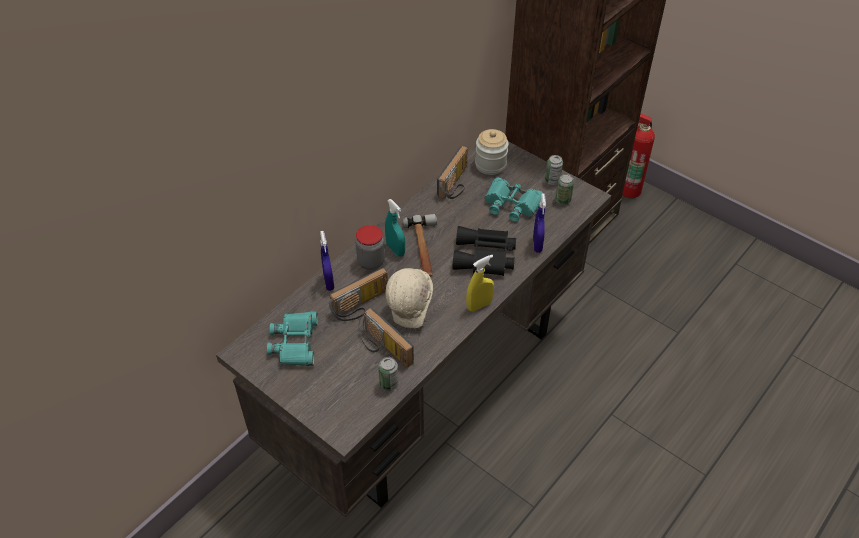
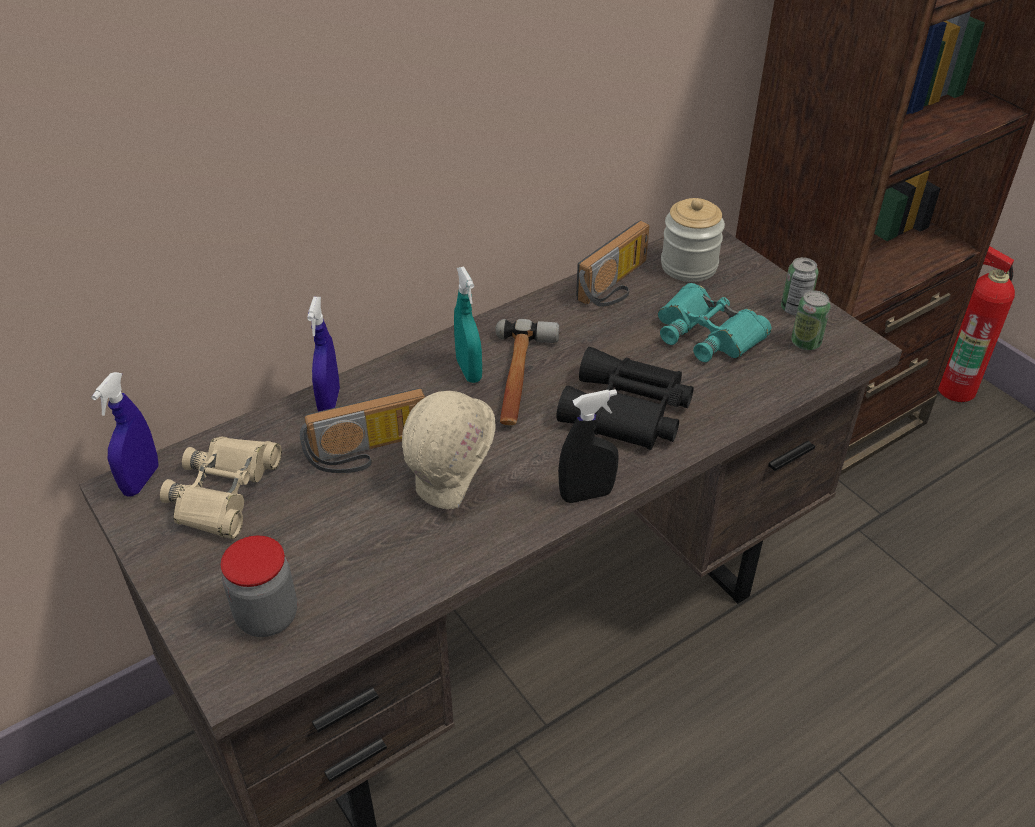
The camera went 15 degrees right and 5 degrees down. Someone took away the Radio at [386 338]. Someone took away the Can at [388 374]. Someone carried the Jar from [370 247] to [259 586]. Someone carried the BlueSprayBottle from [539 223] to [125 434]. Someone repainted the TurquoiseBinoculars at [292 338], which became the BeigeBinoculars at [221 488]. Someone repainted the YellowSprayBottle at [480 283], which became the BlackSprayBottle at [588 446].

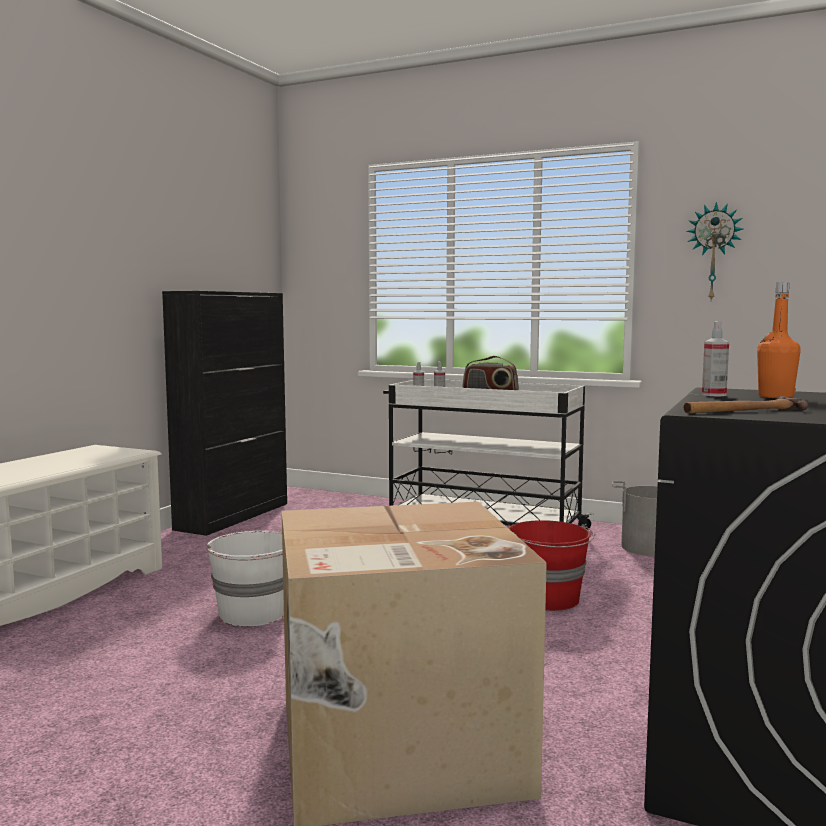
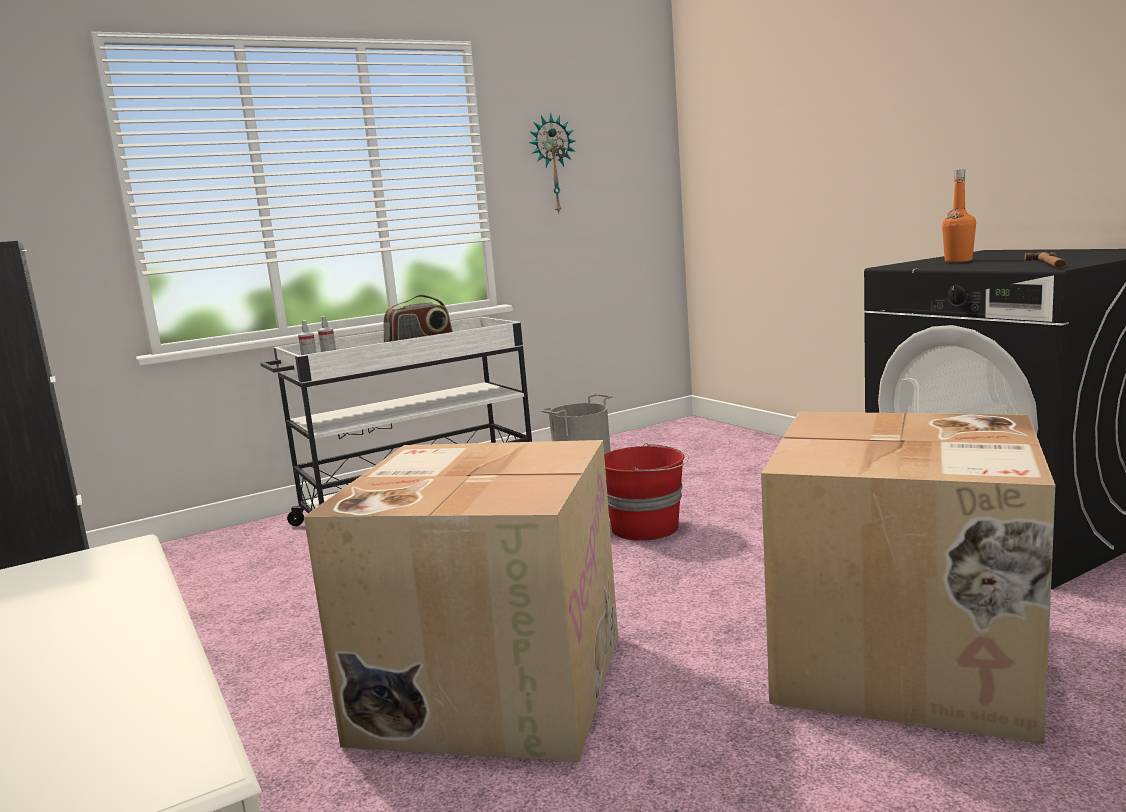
The camera went 55 degrees left and 5 degrees up. Someone took away the SprayBottle at [715 358]. Someone swapped the WhiteBucket at [245 579] for the CardboardBox at [461 601].

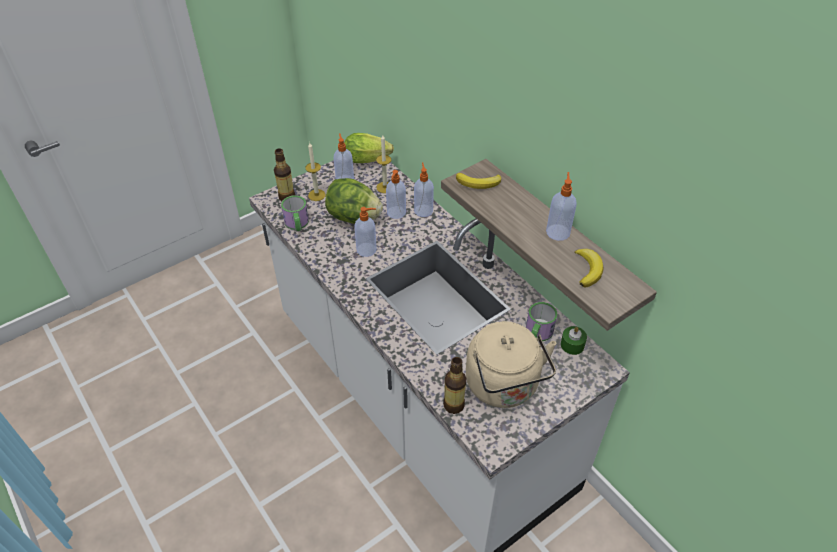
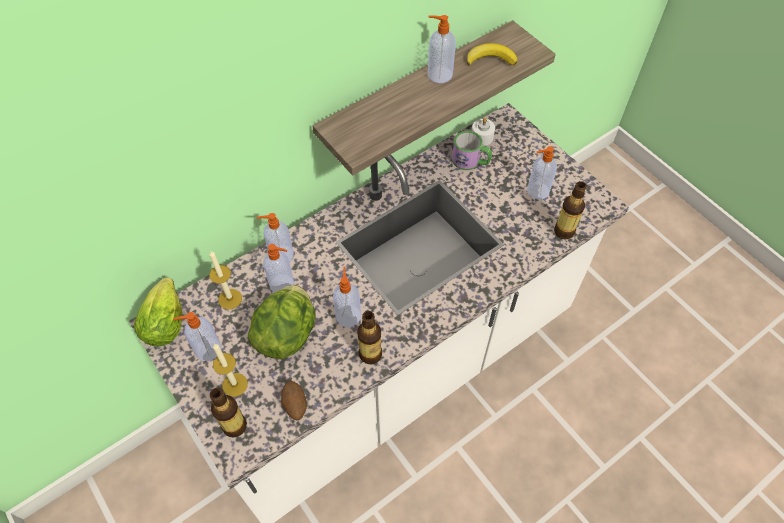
The camera went 90 degrees left and 10 degrees up. Someone took away the Banana at [478 181]. Someone put down the Bottle at [369 337]. Someone swapped the Mug at [295 213] for the Potato at [294 400]. Someone swapped the BeigeKettle at [511 364] for the SoapDispenser at [542 173]. Someone repainted the GreenCandle at [574 340], which became the WhiteCandle at [483 132].

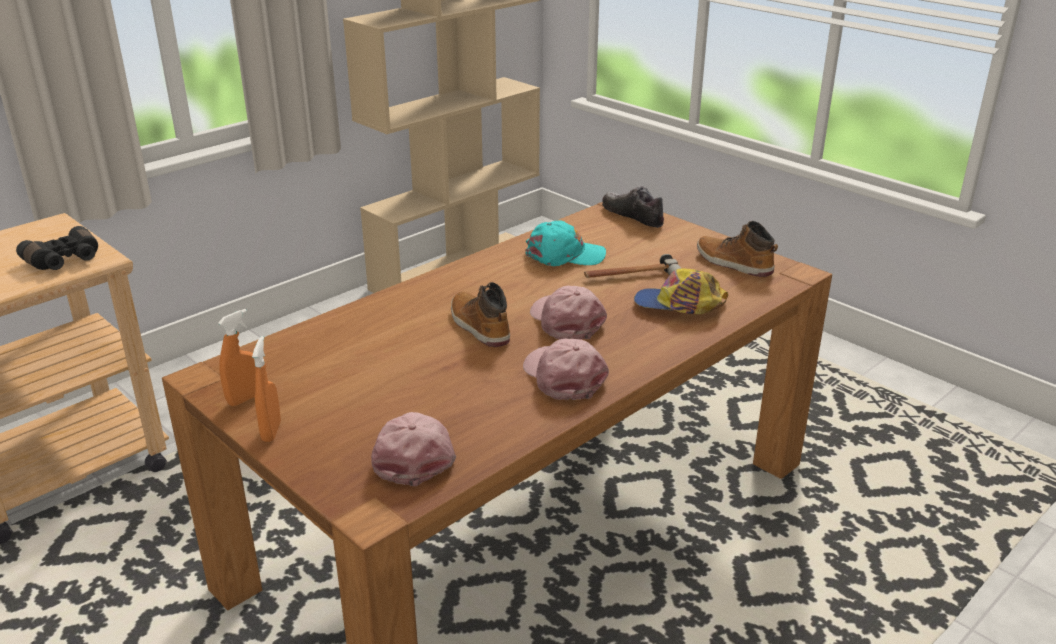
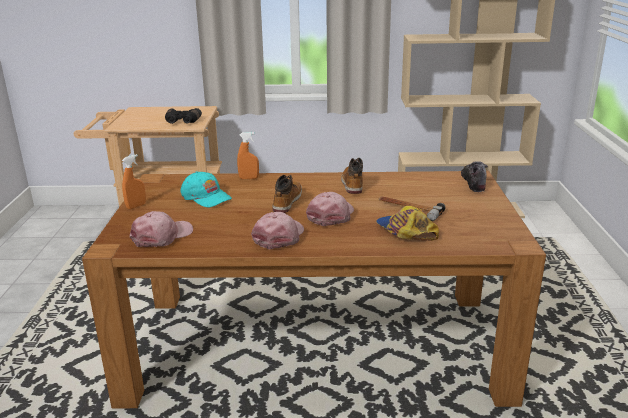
The camera went 45 degrees right and 5 degrees down. Someone carried the OrangeSprayBottle from [236 357] to [248 155]. Someone carried the TurquoiseCap from [566 243] to [206 189]. Someone carried the Boot from [737 249] to [352 176].

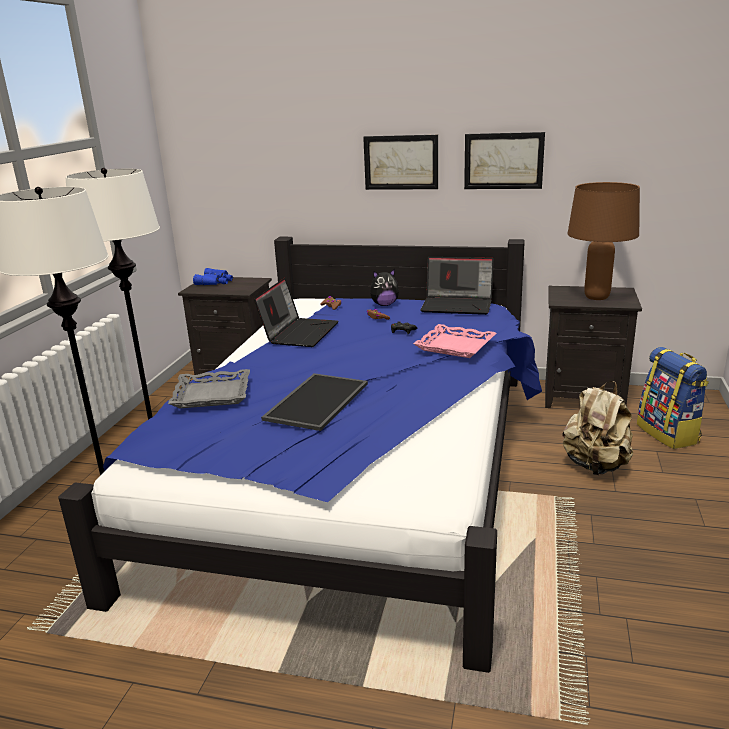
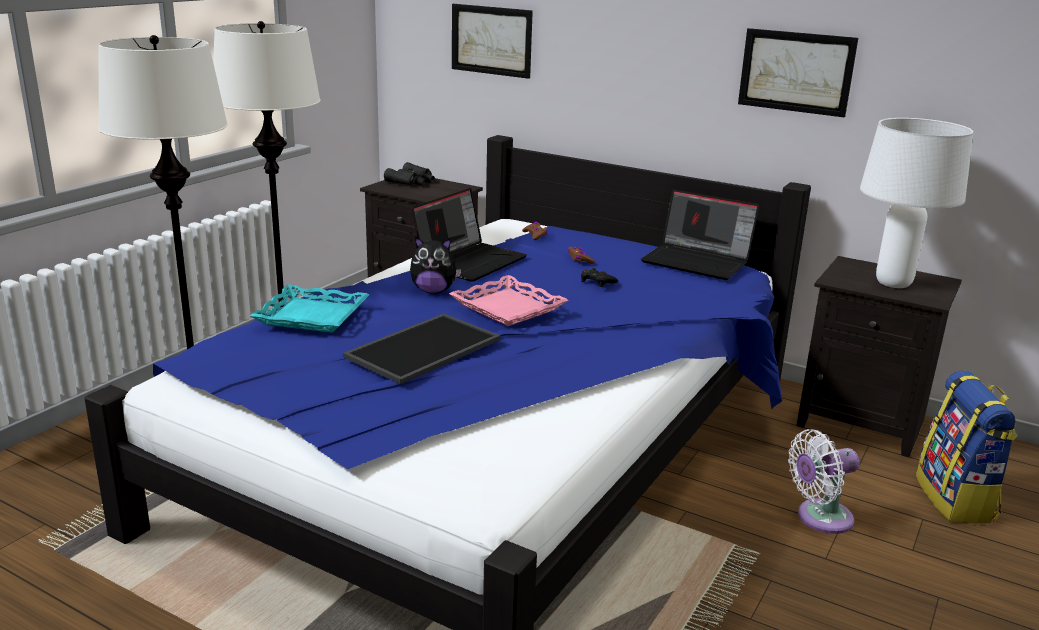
The camera went 15 degrees right and 0 degrees up. Someone carried the Picture from [400 162] to [492 41]. Someone carried the PlushToy from [384 287] to [436 265]. Someone carried the PinkTray from [454 341] to [509 300]. Someone swapped the BeigeBackpack at [598 428] for the WhiteFan at [824 481]. Someone repainted the GreyTray at [209 388], which became the TurquoiseTray at [310 309]. Someone repainted the BlueBinoculars at [213 276], which became the BlackBinoculars at [409 174]. Someone repainted the BrownTableLamp at [604 241], which became the WhiteTableLamp at [916 203].

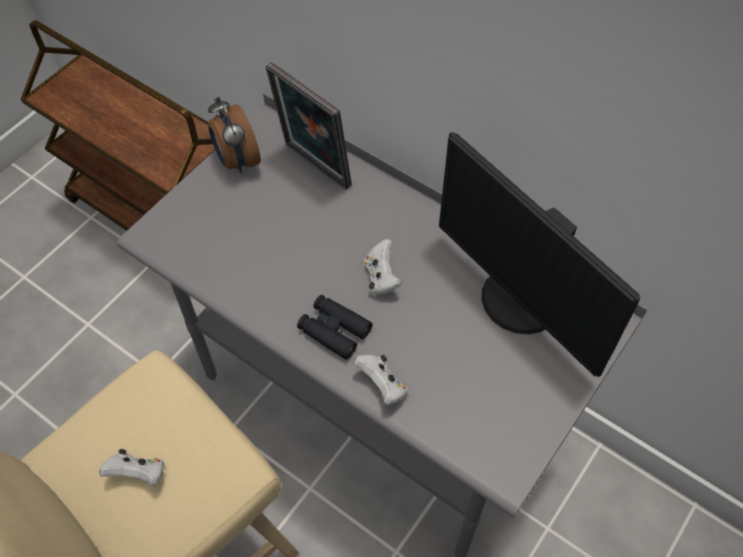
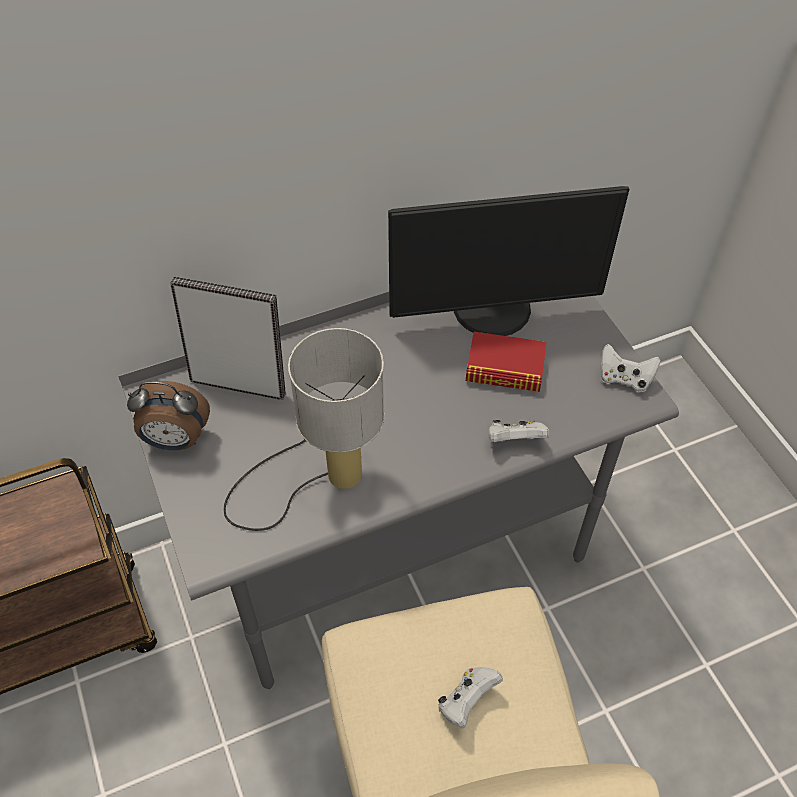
The camera went 60 degrees left and 5 degrees down. Someone took away the BlackBinoculars at [334 327]. Someone put down the TableLamp at [304 429]. Someone put down the Book at [506 362]. Someone carried the WhiteGameController from [383 267] to [630 368]. Someone rotated the PictureFrame at [309 126] by 150 degrees counterclockwise.

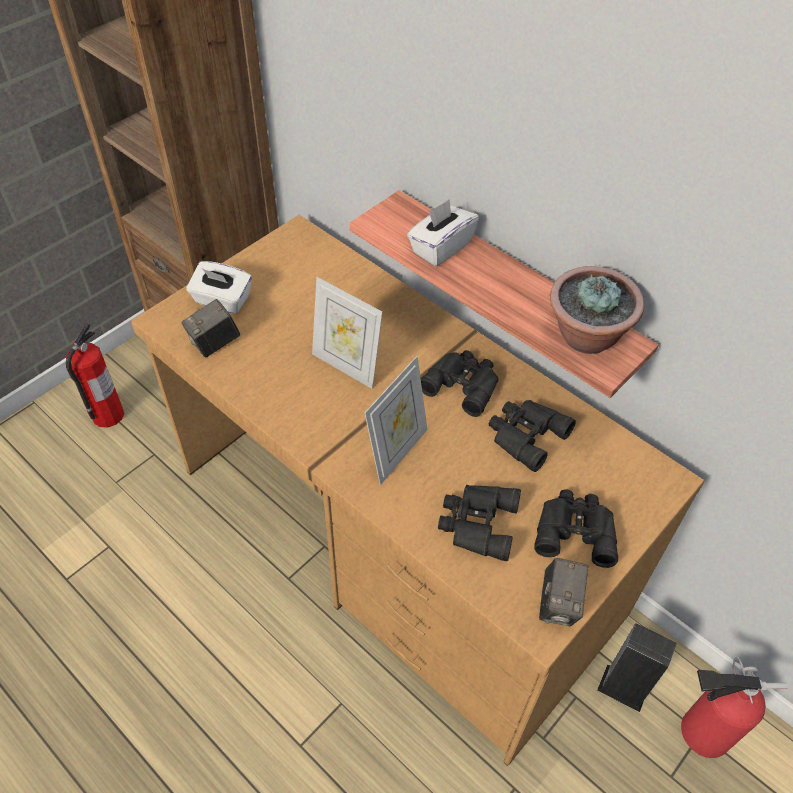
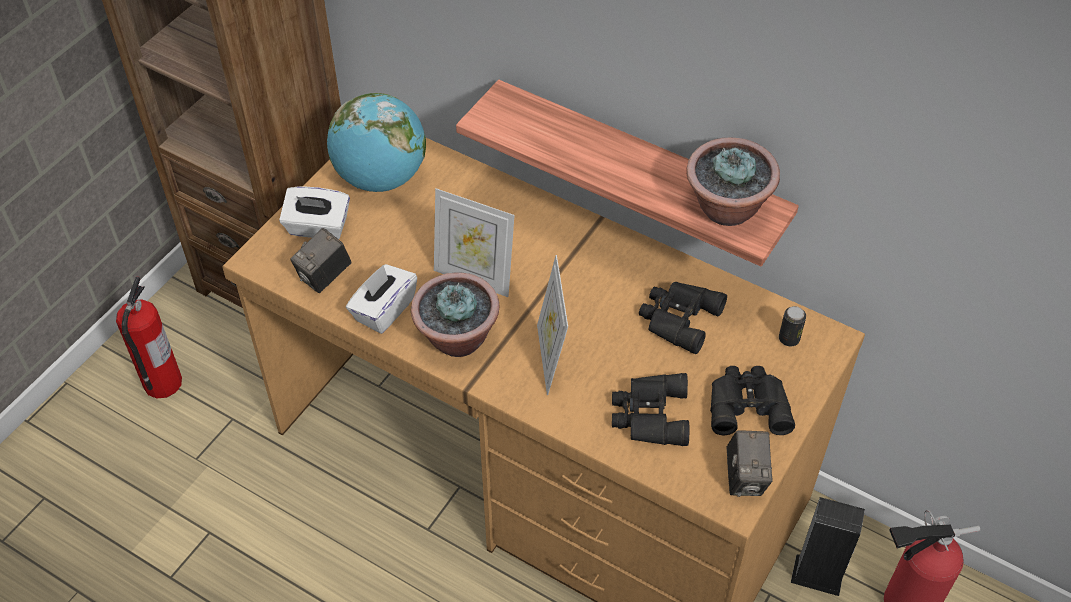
The camera went 10 degrees left and 0 degrees up. Someone took away the BlackBinoculars at [459 383]. Someone put down the Globe at [376 142]. Someone put down the PottedPlant at [455 314]. Someone put down the Can at [792 326]. Someone carried the WhiteTissueBox from [443 233] to [381 299]. Someone rotated the PictureFrame at [396 420] by 150 degrees clockwise.

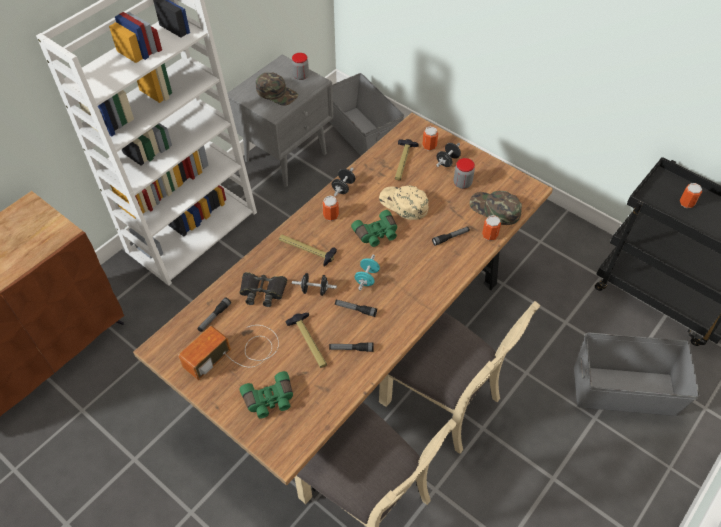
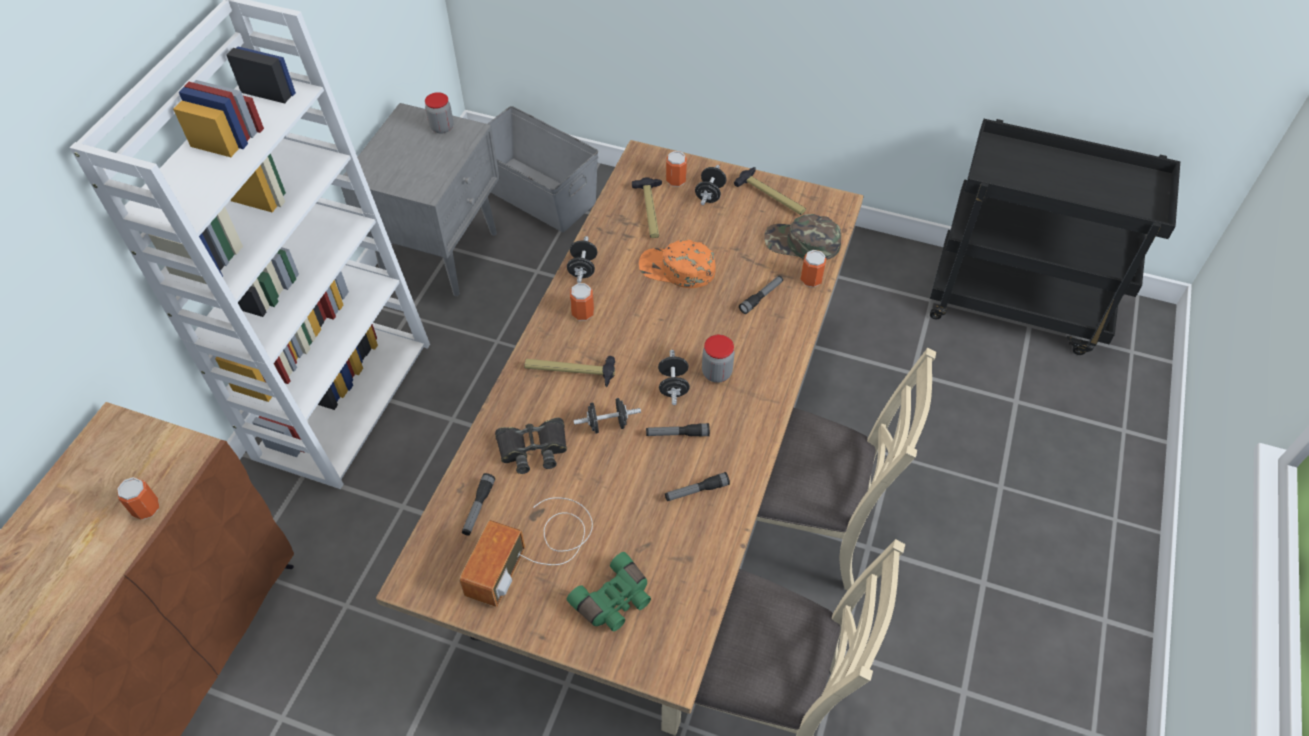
The camera went 20 degrees left and 0 degrees up. Someone took away the GreenCap at [277 89]. Someone took away the GreenBinoculars at [374 228]. Someone took away the GreyStorageBox at [637 374]. Someone carried the Hammer from [306 340] to [770 191]. Someone carried the Jar from [464 173] to [718 359]. Someone carried the Can from [691 195] to [138 498]. Someone repainted the TurquoiseDumbbell at [367 272], which became the BlackDumbbell at [674 377]. Someone repainted the BeigeCap at [403 203], which became the OrangeCap at [677 264].

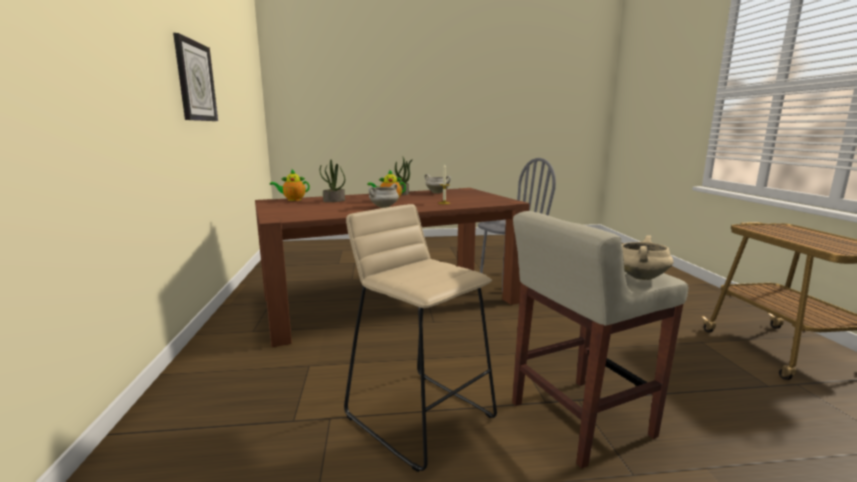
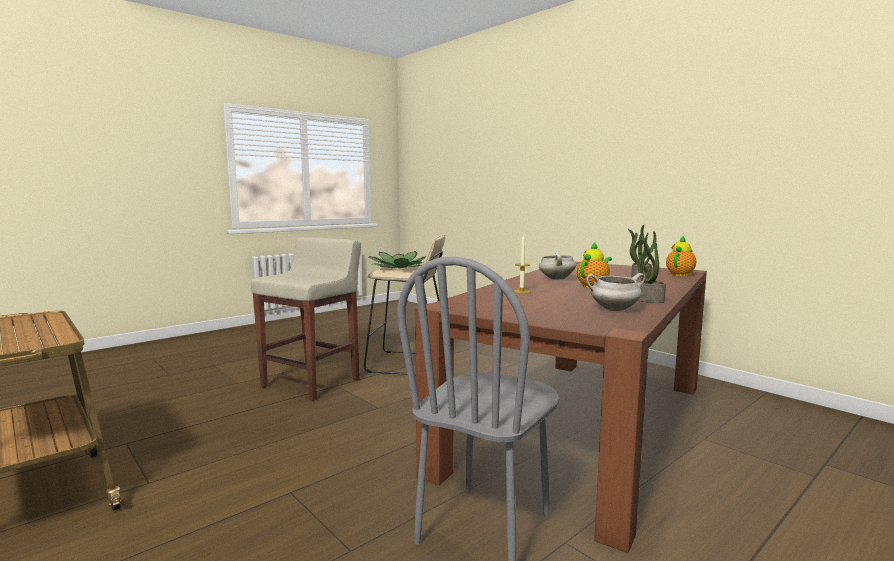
The camera went 145 degrees right and 5 degrees down. Someone took away the WallClock at [195 77]. Someone took away the BeigeCookingPot at [647 257]. Someone put down the PottedPlant at [397 259].

